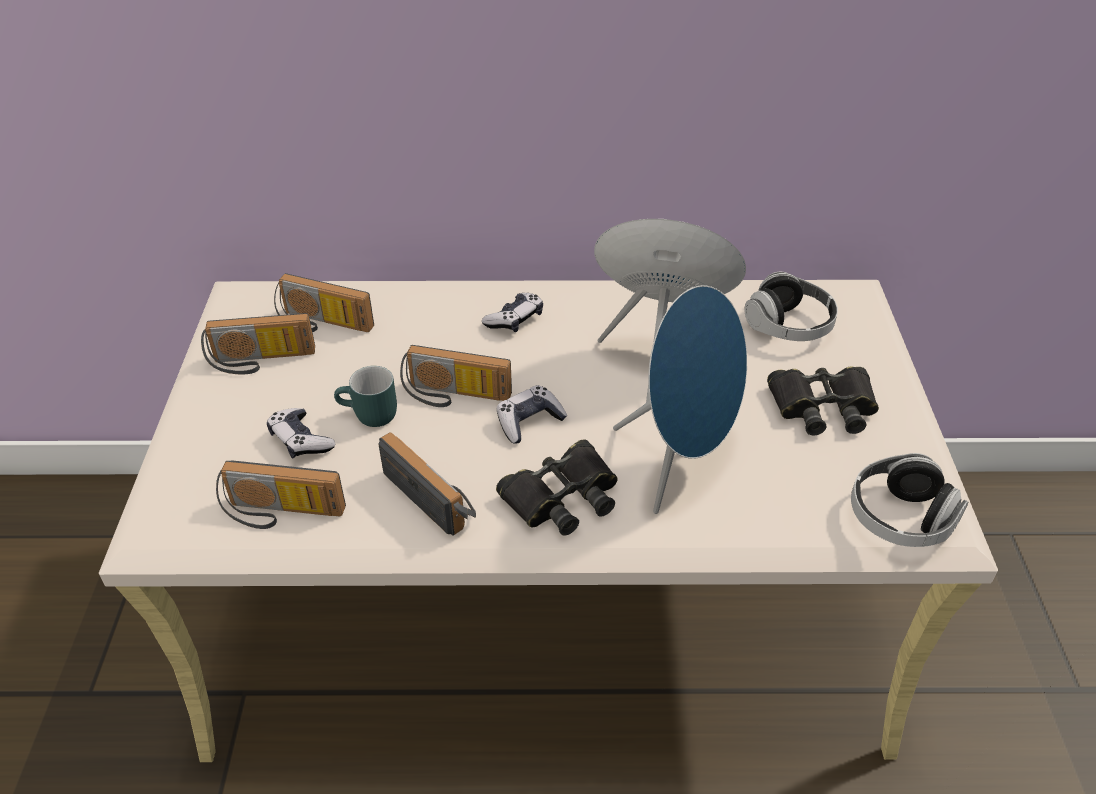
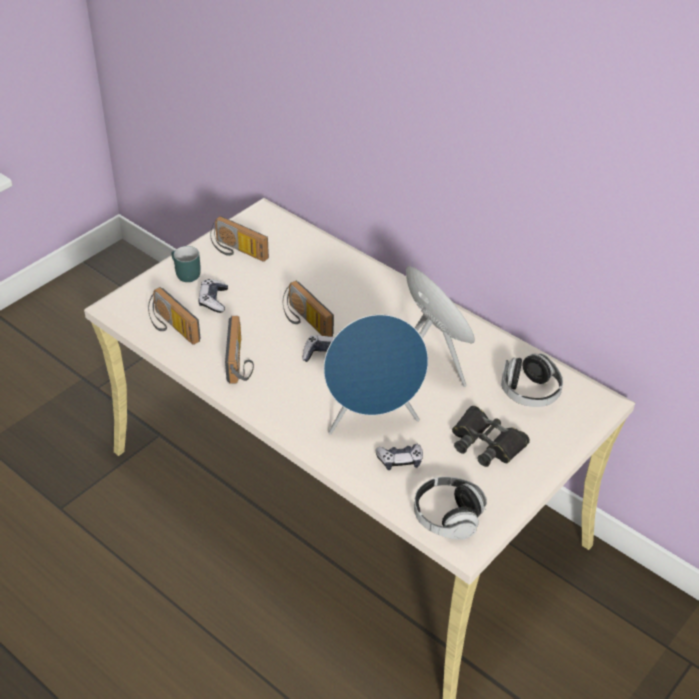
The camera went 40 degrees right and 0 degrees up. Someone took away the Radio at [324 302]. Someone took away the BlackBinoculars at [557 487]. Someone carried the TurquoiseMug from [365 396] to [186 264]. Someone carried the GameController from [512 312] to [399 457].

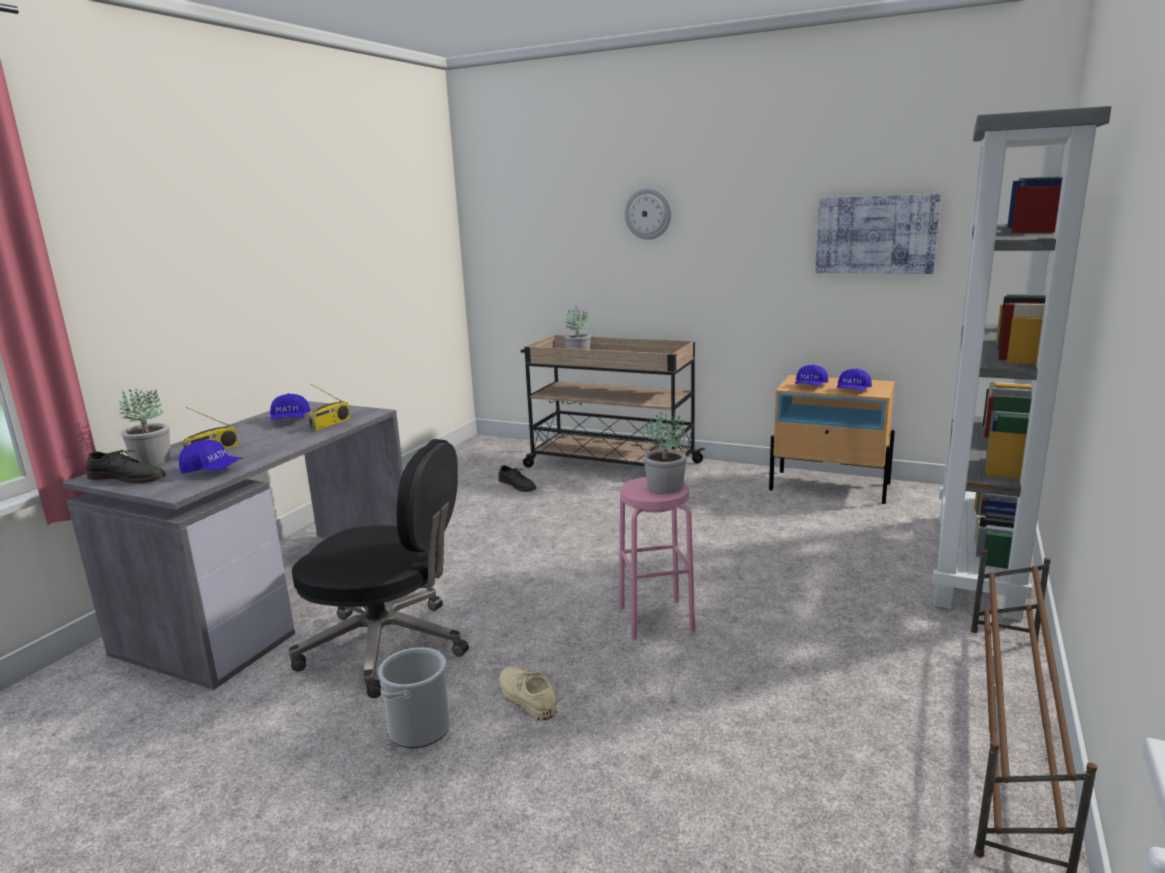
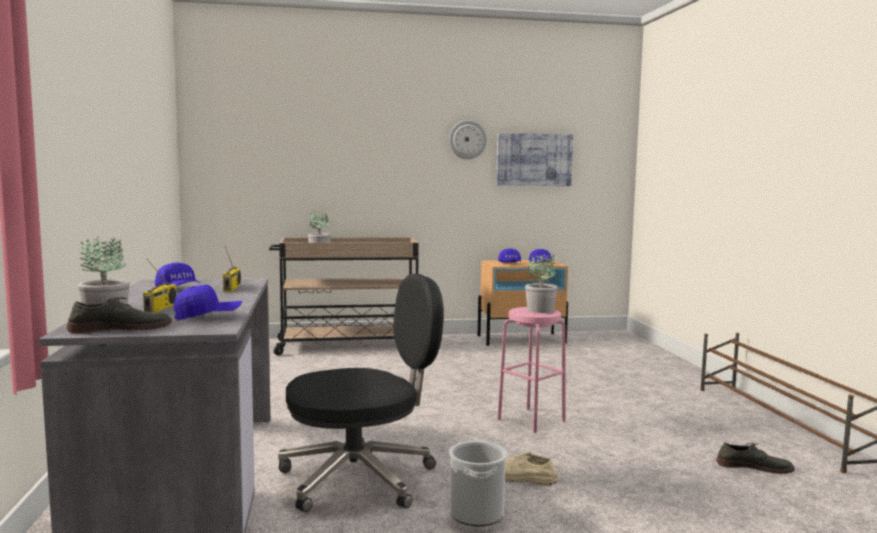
The camera went 35 degrees left and 10 degrees down. Someone took away the GreyBookcase at [1021 363]. Someone carried the GreyShoe from [517 478] to [755 458]. Someone carried the WallClock from [648 214] to [468 139].

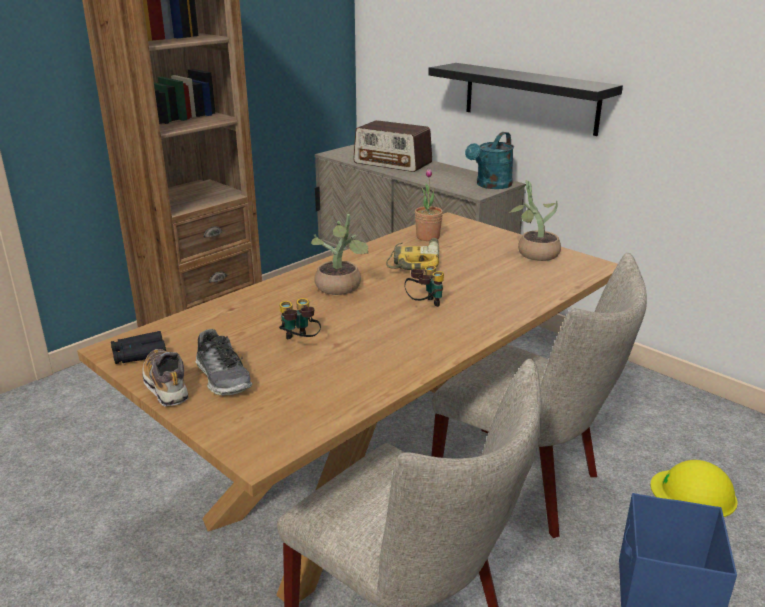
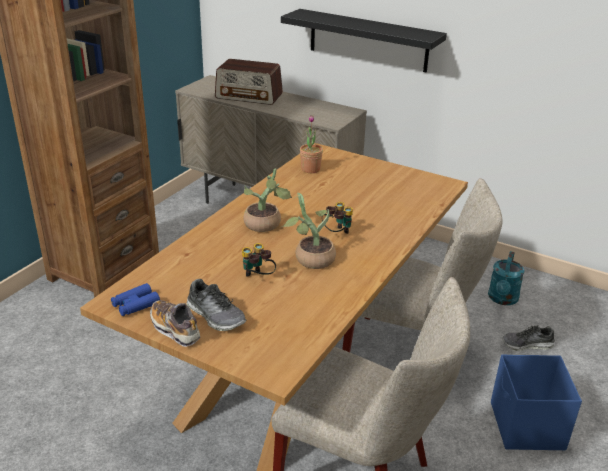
The camera went 15 degrees left and 5 degrees up. Someone took away the PowerDrill at [412 254]. Someone carried the TurquoiseWateringCan from [489 160] to [506 278]. Someone carried the PottedPlant from [534 220] to [309 231]. Someone swapped the YellowHardHat at [693 488] for the Shoe at [528 338]. Someone repainted the BlackBinoculars at [138 347], which became the BlueBinoculars at [135 299].

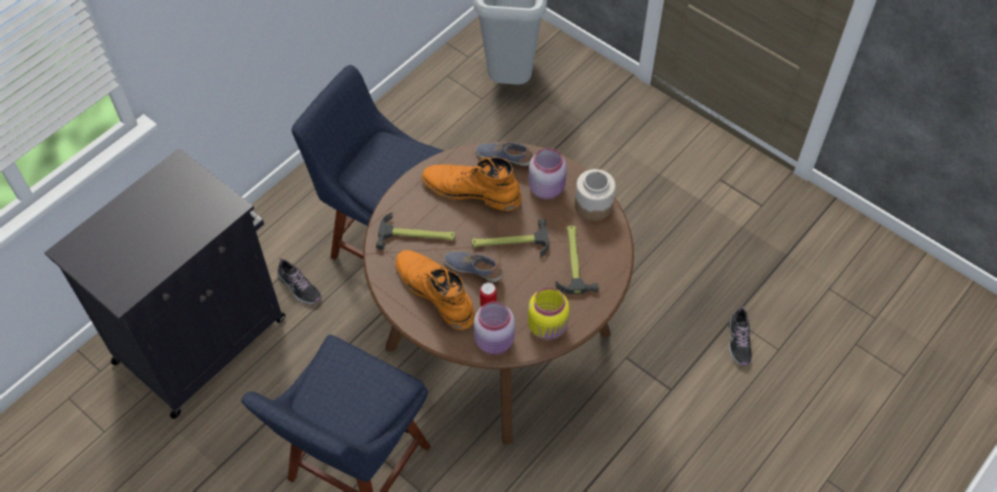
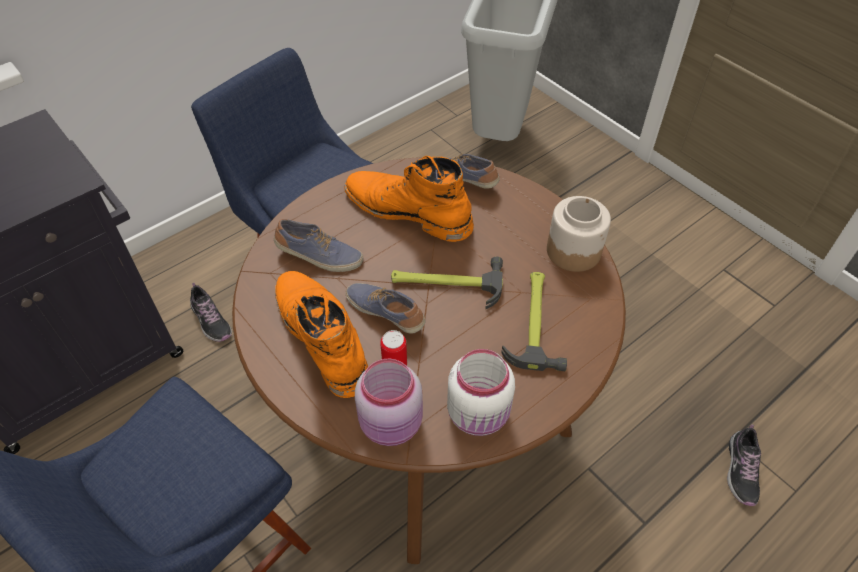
The camera went 10 degrees right and 5 degrees down. Someone took away the PinkJar at [547 173]. Someone swapped the Hammer at [415 231] for the Shoe at [318 245]. Someone repainted the YellowJar at [548 313], which became the WhiteJar at [481 392].

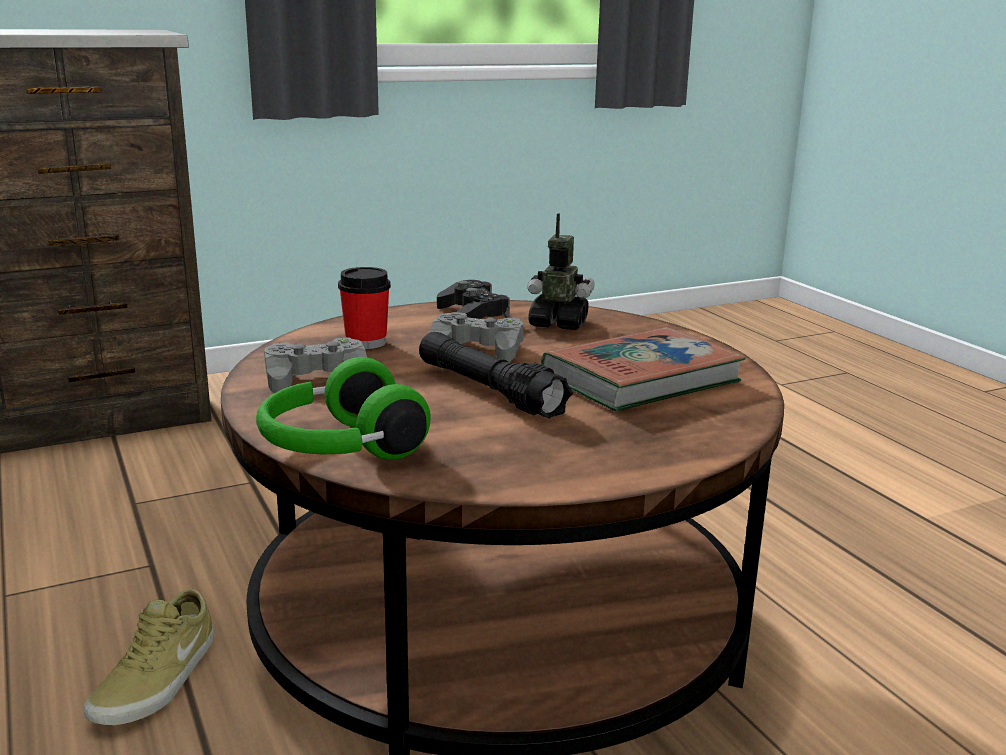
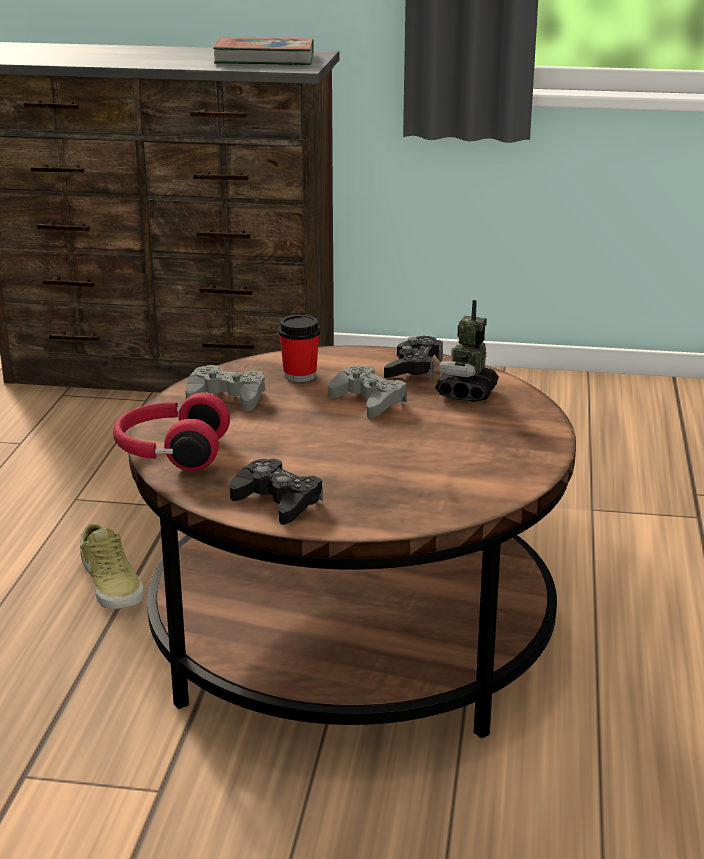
The camera went 35 degrees right and 5 degrees up. Someone took away the BlackFlashlight at [496 375]. Someone put down the BlackGameController at [276 492]. Someone carried the Book from [643 369] to [263 51]. Someone repainted the GreenHeadphones at [343 408], which became the RedHeadphones at [171 431]. Someone rotated the BeigeShoe at [149 656] by 75 degrees counterclockwise. Someone rotated the ToyRobot at [560 271] by 120 degrees counterclockwise.

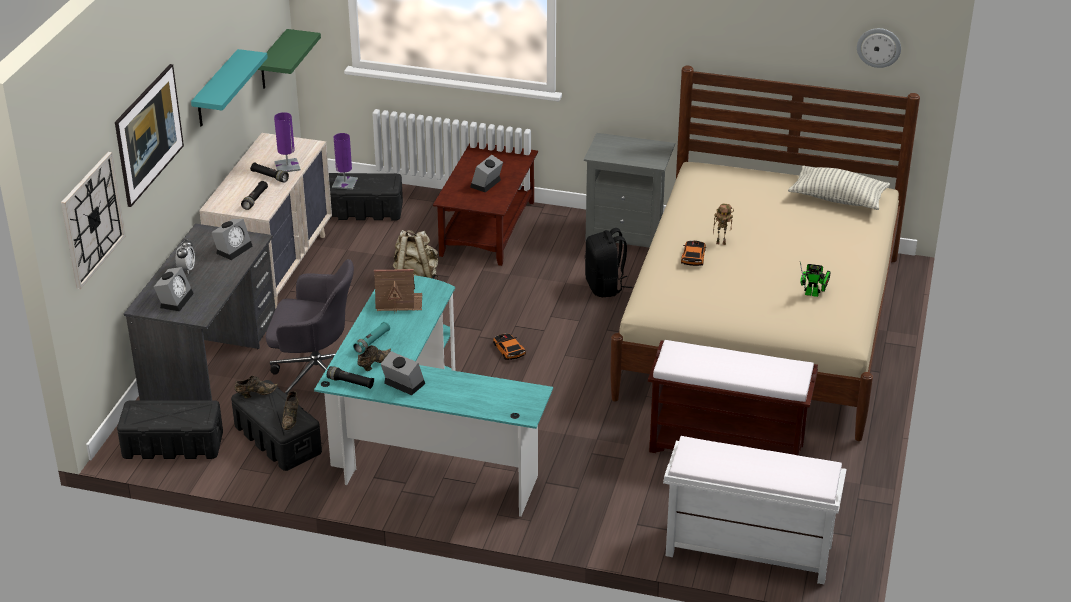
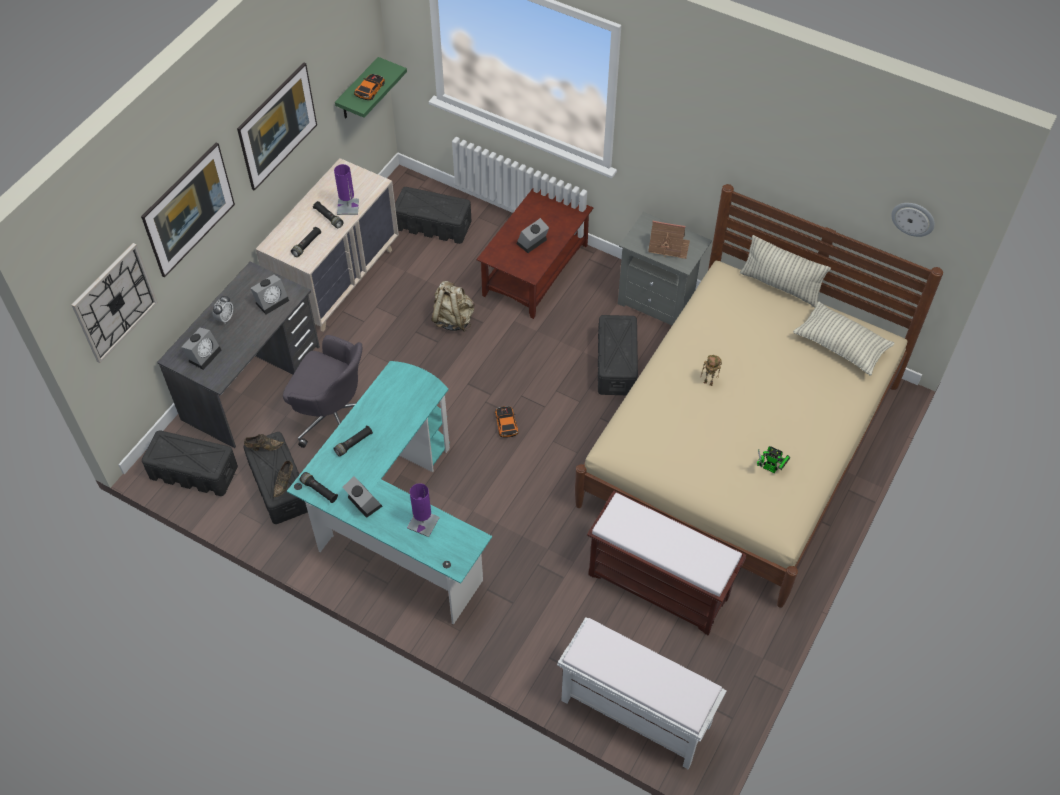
The camera went 15 degrees right and 20 degrees up. Someone took away the BrownShoe at [374 358]. Someone put down the Pillow at [785 271]. Someone carried the PurpleTableLamp from [345 161] to [423 510]. Someone carried the ToyHouse from [398 290] to [669 240]. Someone carried the ToyCar from [693 253] to [369 87]. Someone swapped the TurquoiseShelf at [229 88] for the Picture at [277 127]. Someone swapped the BlackBackpack at [608 262] for the BlackStorageBox at [618 355]. Someone repainted the TurquoiseFlashlight at [371 338], which became the BlackFlashlight at [353 441].

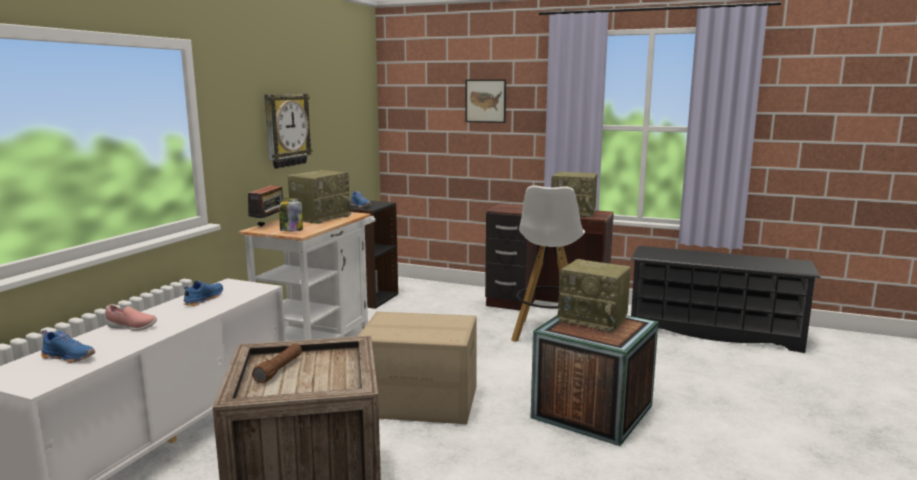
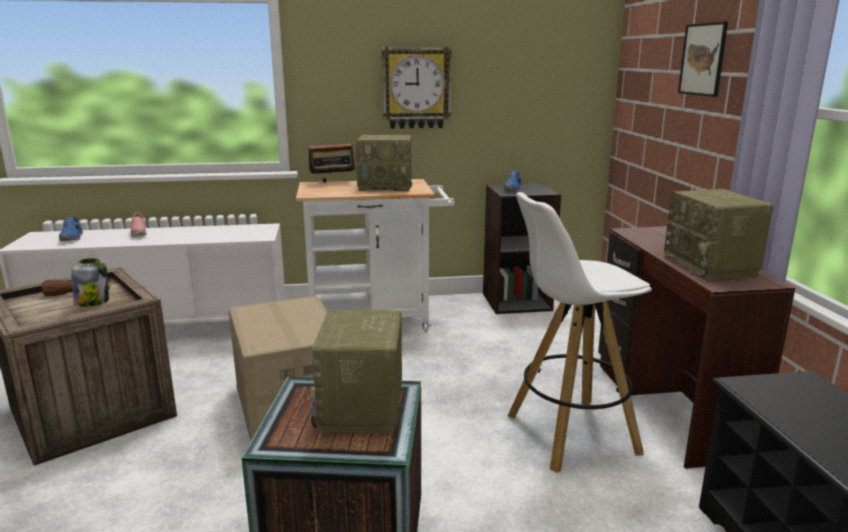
The camera went 60 degrees right and 5 degrees up. Someone took away the BlueShoe at [203 293]. Someone carried the Jar from [291 214] to [90 282].

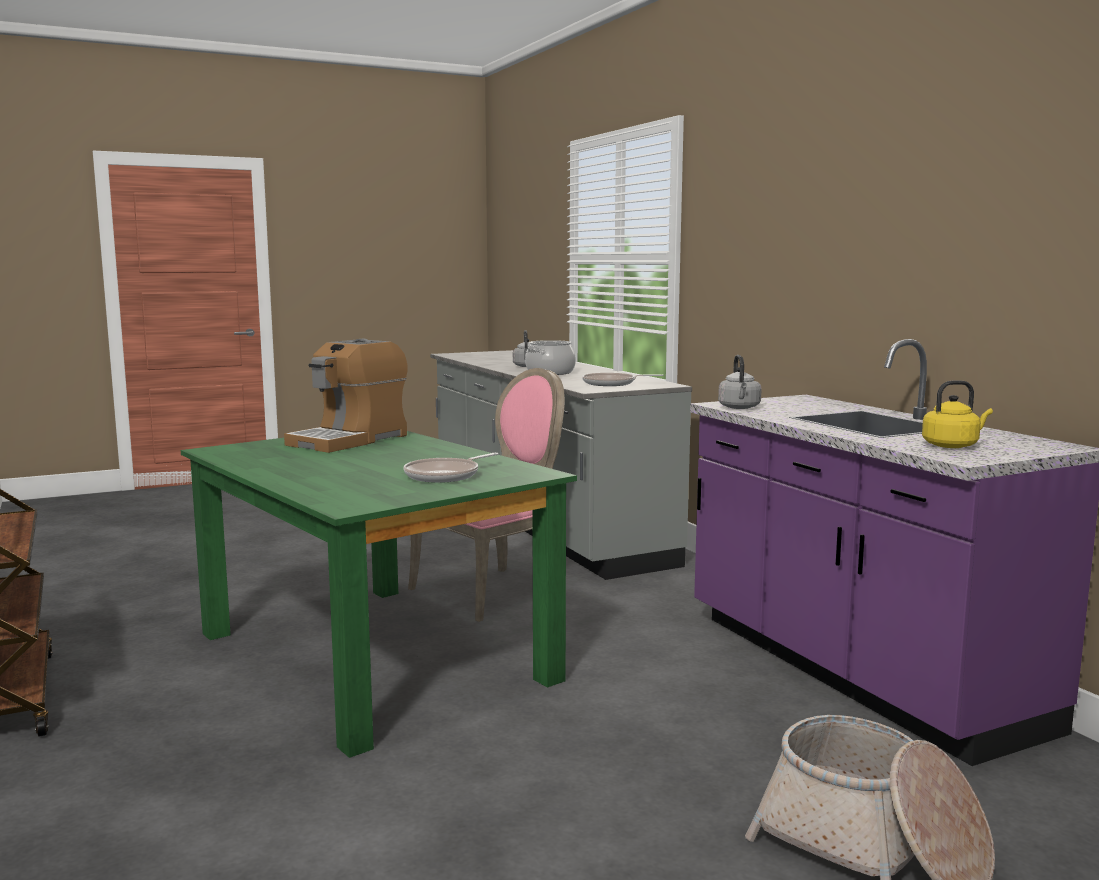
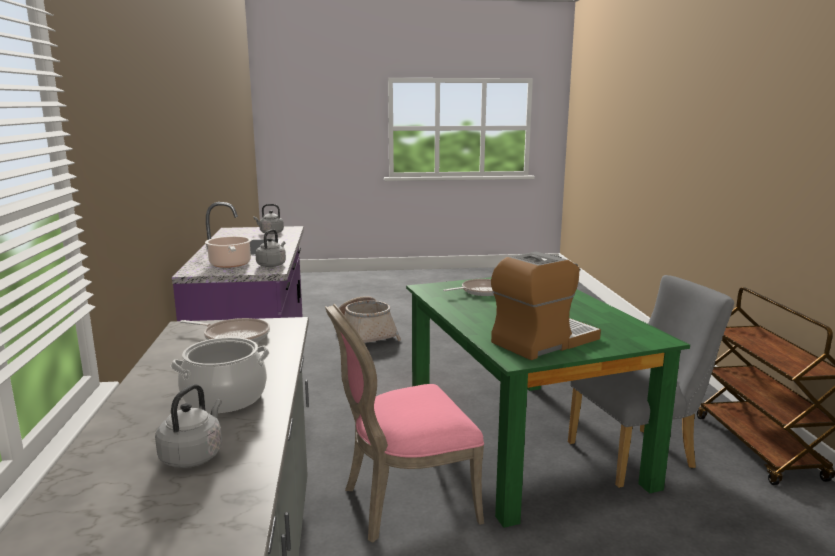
The camera went 160 degrees left and 5 degrees up. Someone put down the CookingPot at [228 252]. Someone put down the GreyChair at [651 381]. Someone repainted the YellowKettle at [957 414], which became the GreyKettle at [269 219].

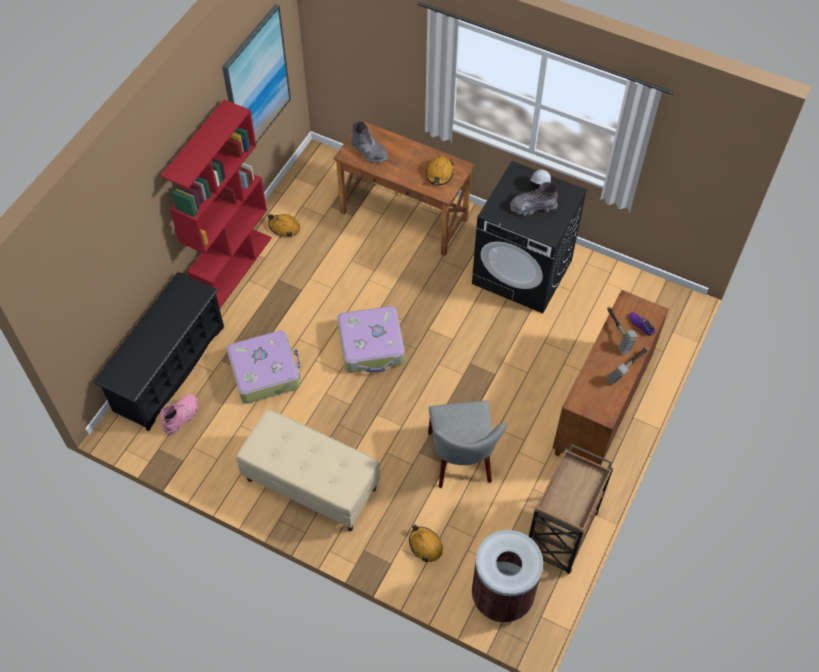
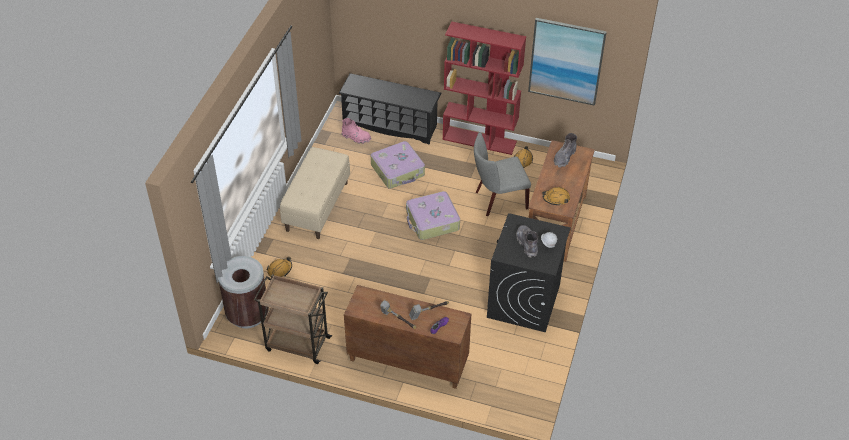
The camera went 80 degrees right and 10 degrees down. Someone carried the GreyChair from [467 444] to [502 174].

